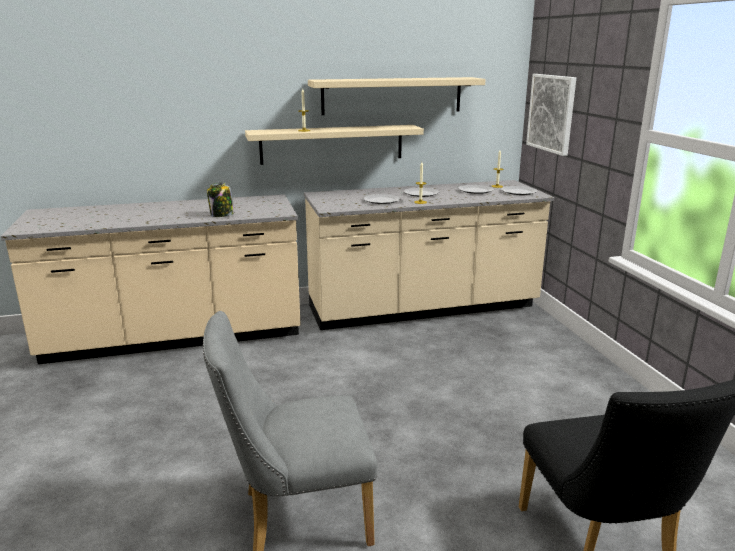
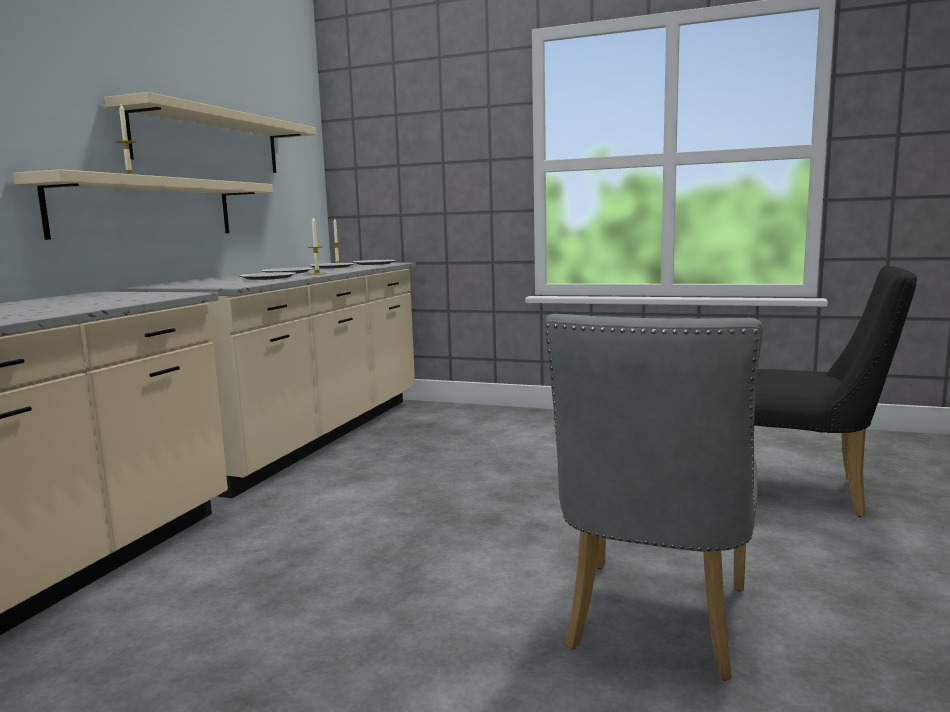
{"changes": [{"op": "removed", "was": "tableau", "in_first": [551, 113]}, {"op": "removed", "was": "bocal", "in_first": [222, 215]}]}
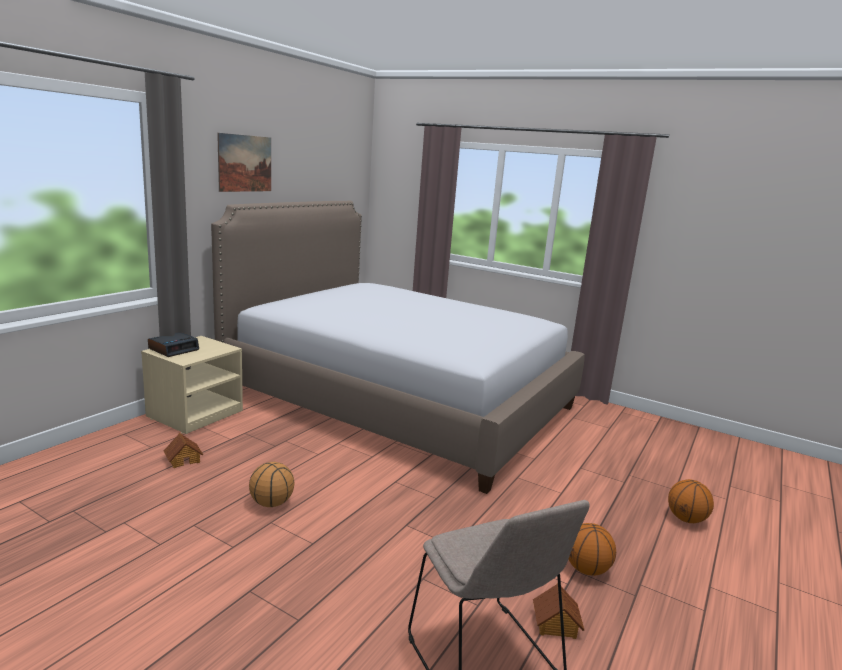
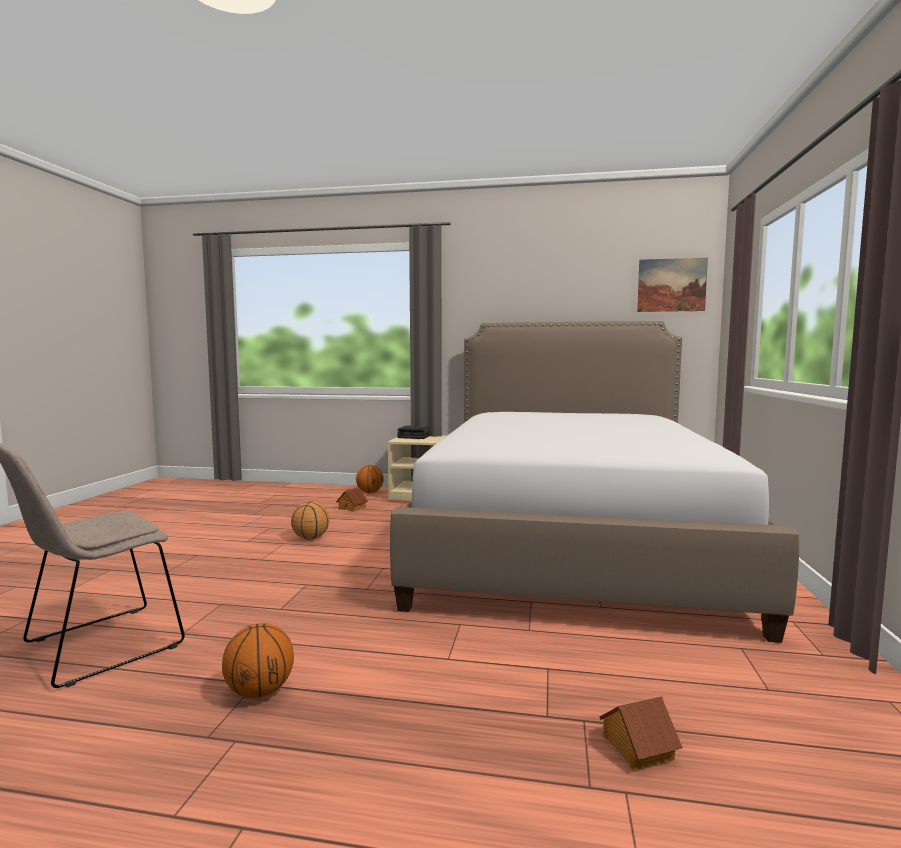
{"changes": [{"op": "moved", "was": "tableau", "in_first": [245, 163], "in_second": [671, 285]}, {"op": "moved", "was": "ballon de basket", "in_first": [686, 519], "in_second": [370, 492]}, {"op": "moved", "was": "maison miniature", "in_first": [555, 624], "in_second": [637, 747]}]}
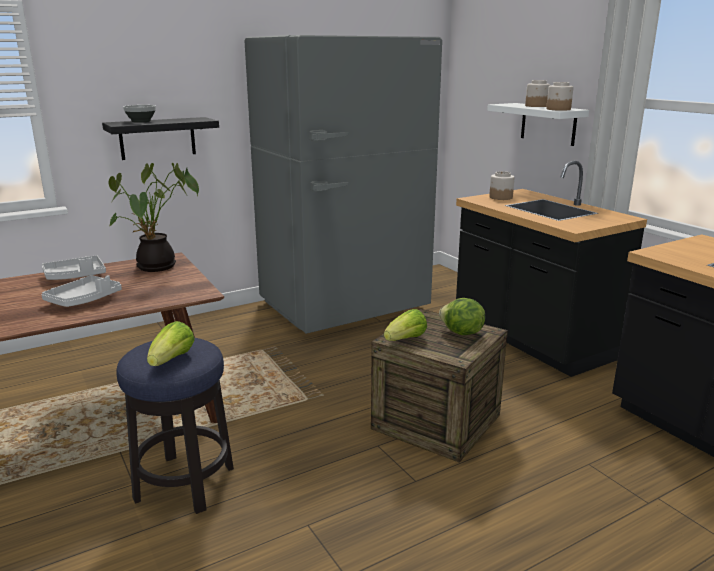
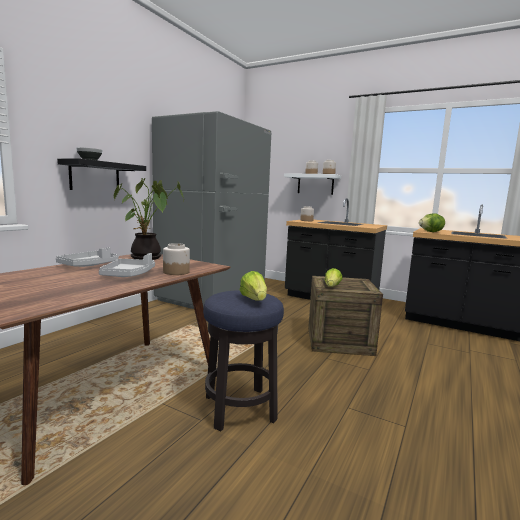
{"changes": [{"op": "moved", "was": "laitue", "in_first": [461, 333], "in_second": [431, 232]}, {"op": "added", "now": "bocal", "in_second": [176, 272]}]}
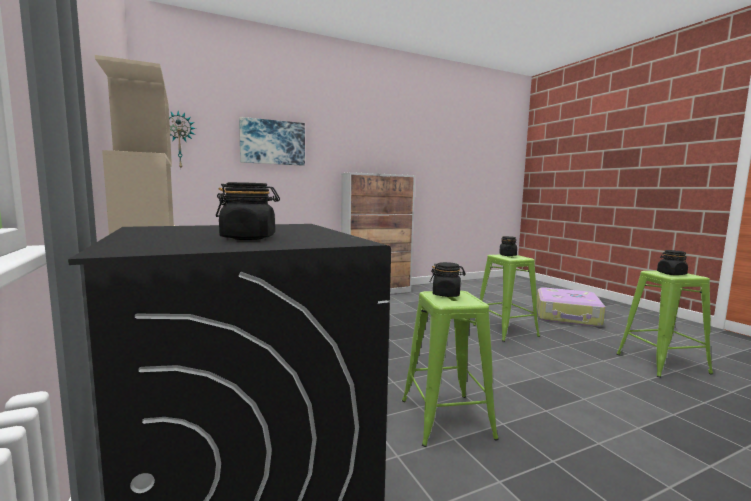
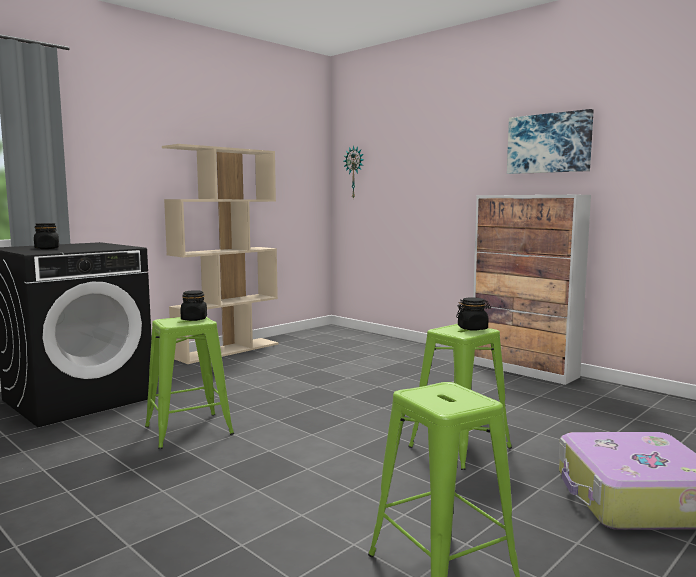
{"changes": [{"op": "moved", "was": "tableau", "in_first": [272, 142], "in_second": [549, 143]}, {"op": "removed", "was": "bocal/noir", "in_first": [671, 274]}]}
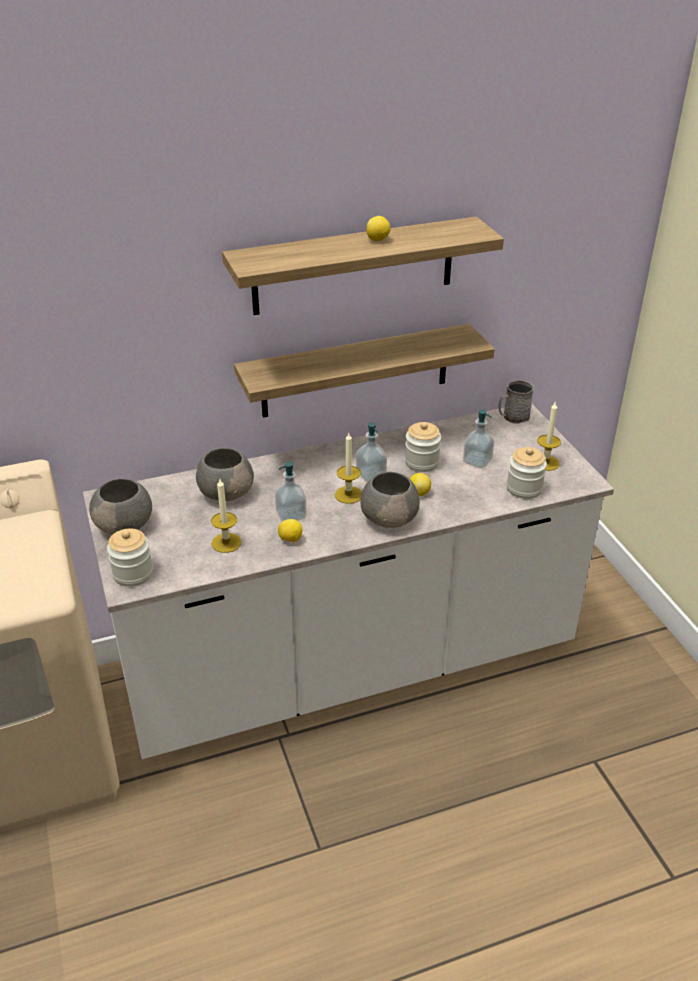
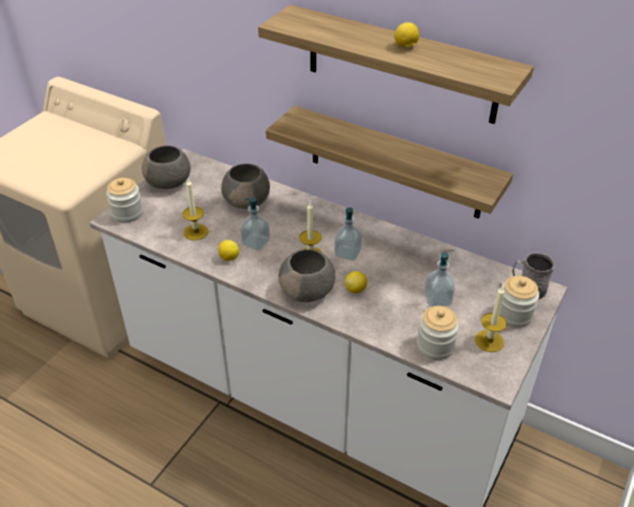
{"changes": [{"op": "moved", "was": "bocal", "in_first": [422, 462], "in_second": [514, 315]}]}
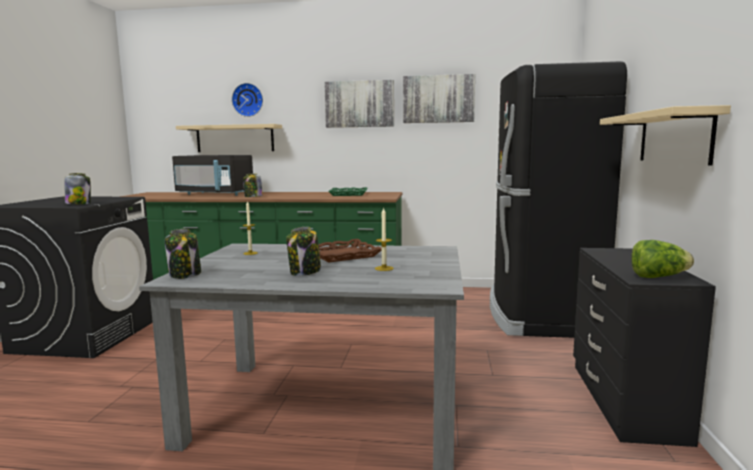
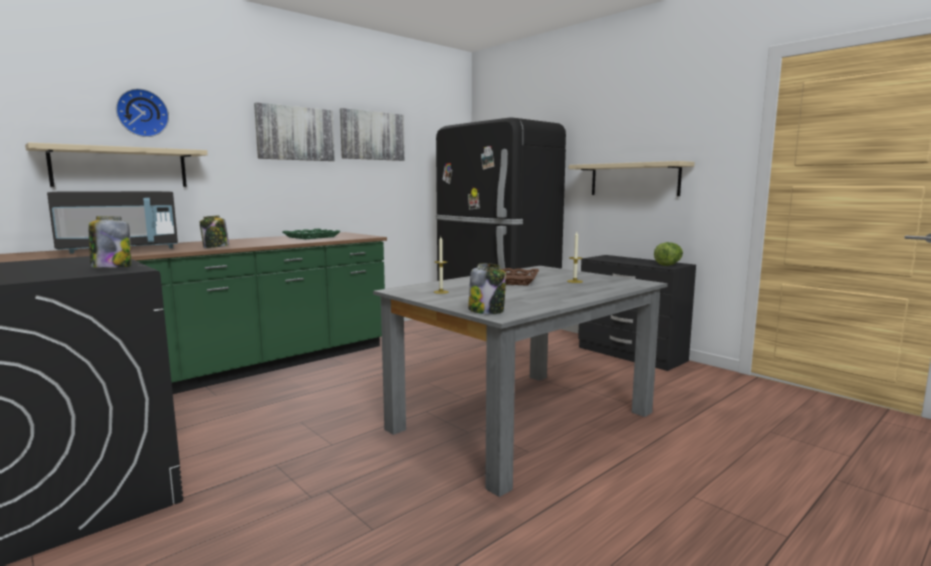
{"changes": [{"op": "removed", "was": "bocal", "in_first": [305, 272]}]}
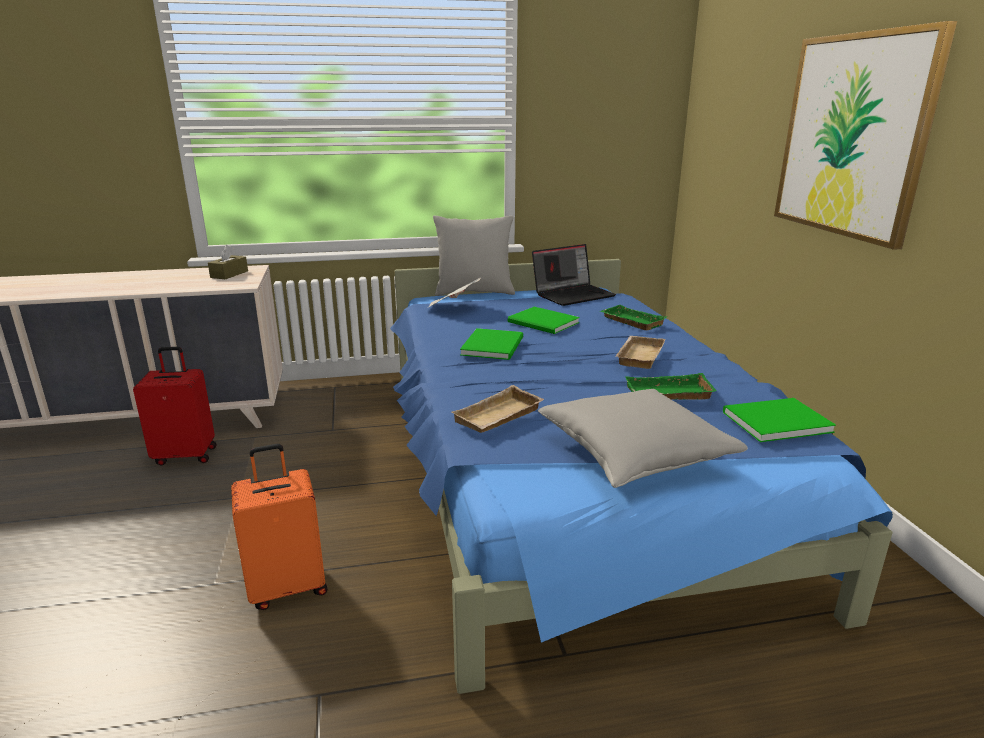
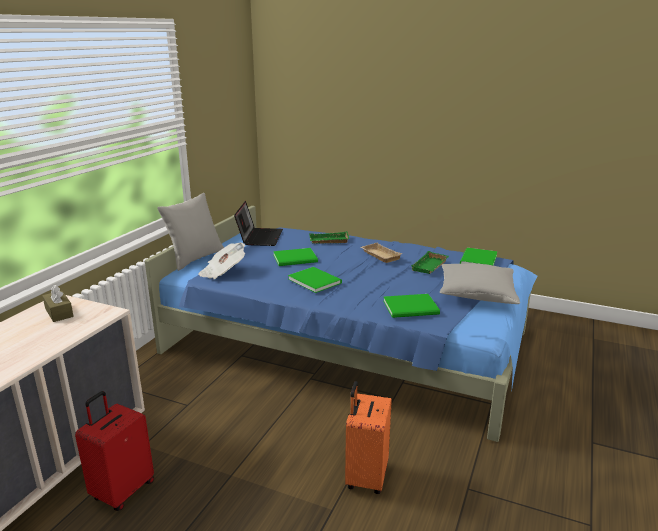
{"changes": [{"op": "removed", "was": "tableau", "in_first": [852, 136]}, {"op": "replaced", "was": "plateau/beige", "now": "livre/vert", "in_first": [499, 417], "in_second": [412, 308]}]}
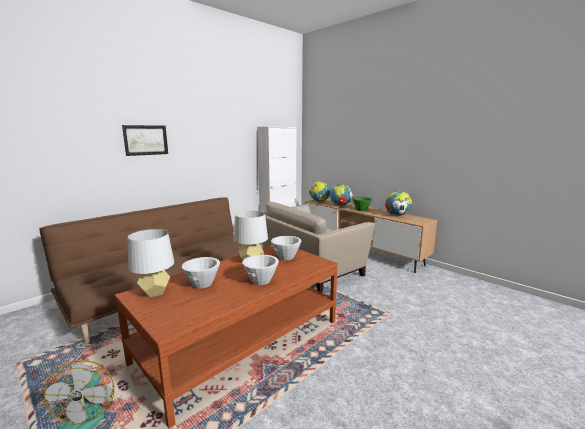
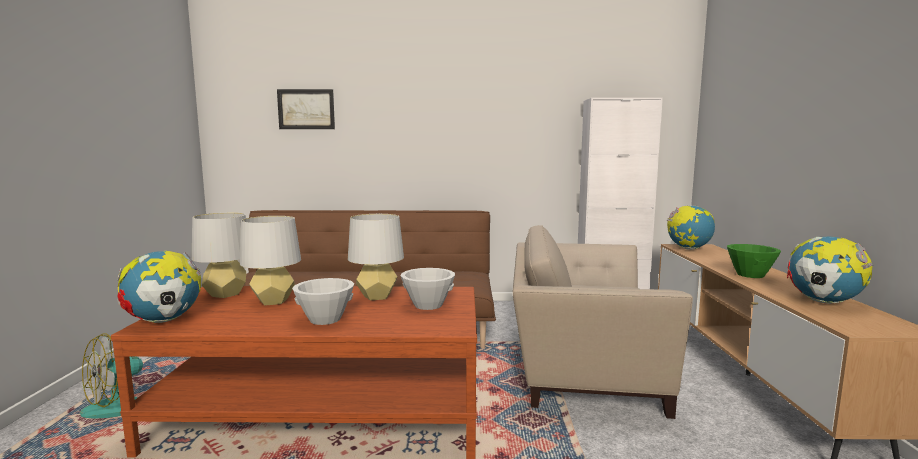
{"changes": [{"op": "moved", "was": "tableau", "in_first": [146, 140], "in_second": [306, 109]}, {"op": "moved", "was": "globe", "in_first": [340, 206], "in_second": [164, 320]}, {"op": "replaced", "was": "bol/blanc", "now": "lampe de table/gris", "in_first": [203, 284], "in_second": [273, 301]}]}
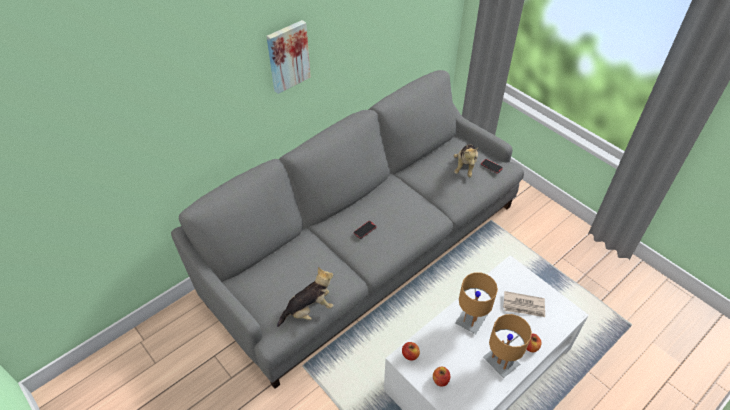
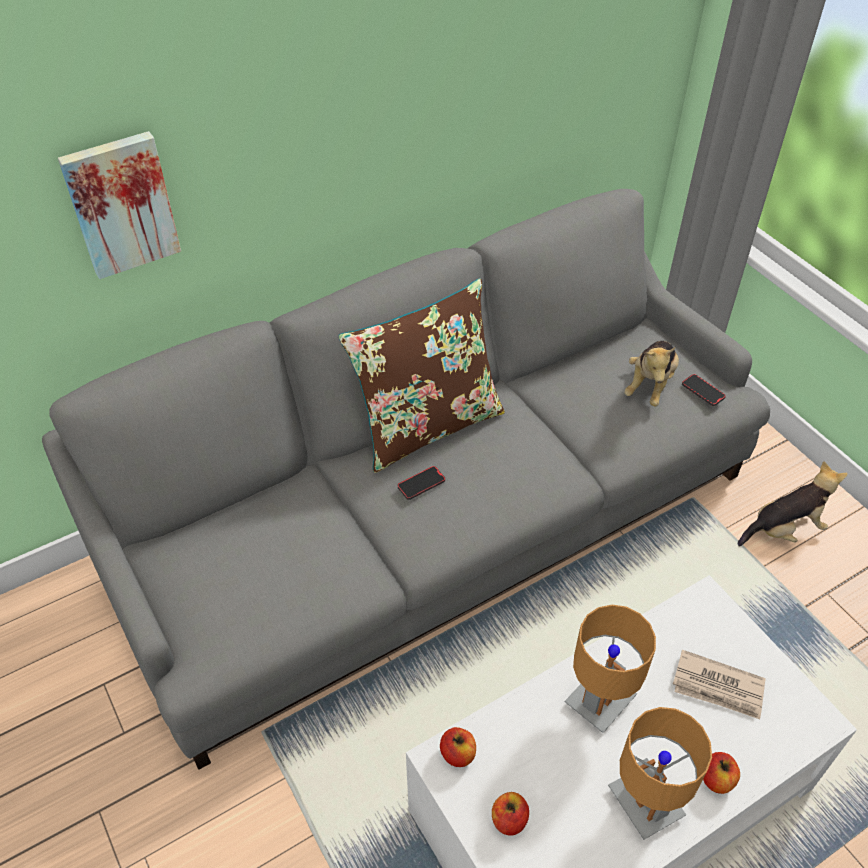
{"changes": [{"op": "moved", "was": "tableau", "in_first": [287, 56], "in_second": [121, 204]}, {"op": "moved", "was": "peluche", "in_first": [309, 310], "in_second": [784, 529]}, {"op": "added", "now": "coussin/marron", "in_second": [427, 425]}]}
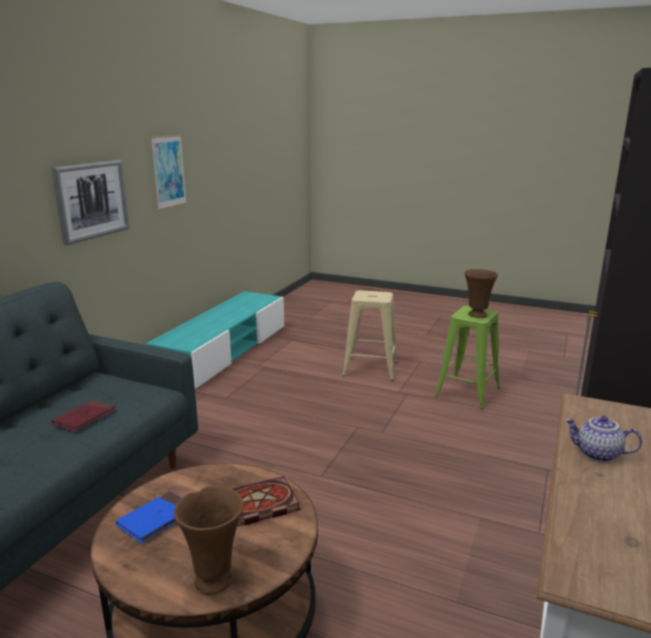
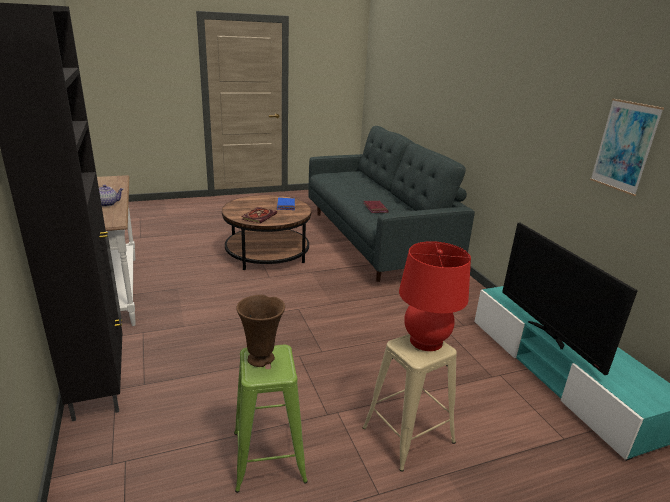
{"changes": [{"op": "removed", "was": "tableau", "in_first": [92, 200]}, {"op": "removed", "was": "vase/marron", "in_first": [215, 579]}, {"op": "added", "now": "téléviseur", "in_second": [548, 334]}, {"op": "added", "now": "lampe de table/rouge", "in_second": [426, 341]}]}
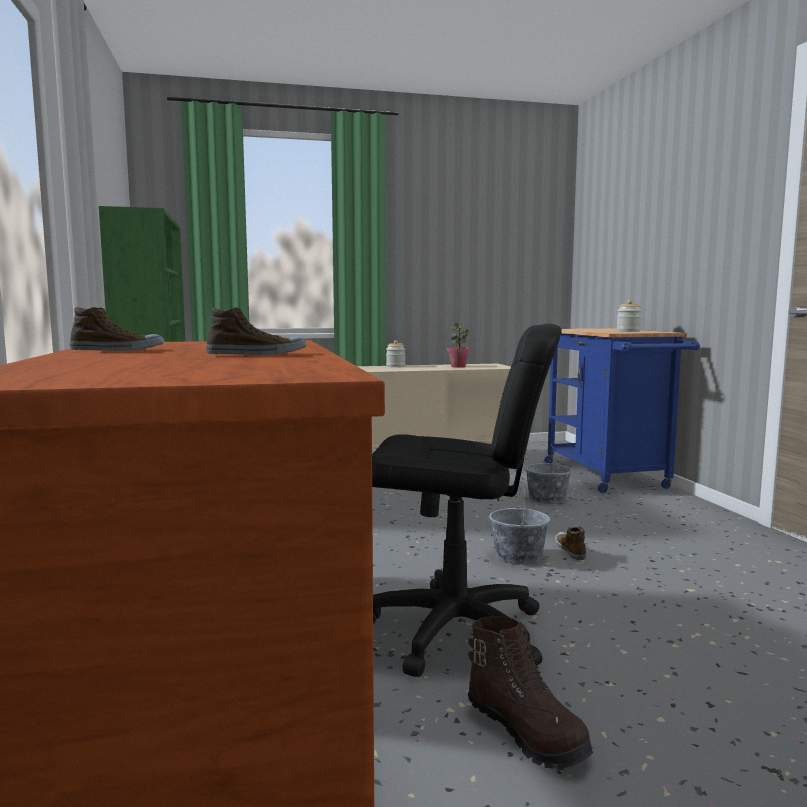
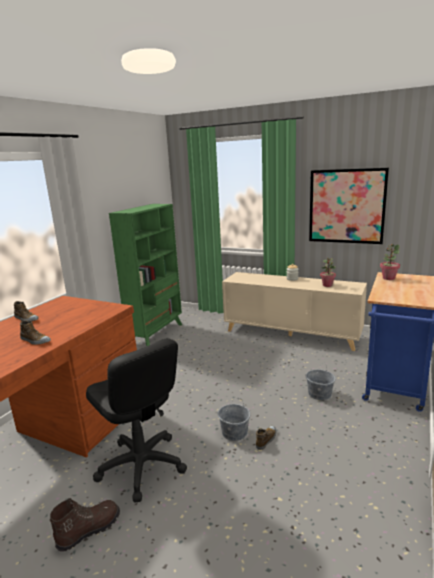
{"changes": [{"op": "removed", "was": "bocal", "in_first": [628, 331]}, {"op": "turned", "was": "botte/marron", "in_first": [527, 731], "in_second": [89, 530], "clockwise": -135}, {"op": "added", "now": "tableau", "in_second": [346, 206]}, {"op": "added", "now": "plante en pot", "in_second": [388, 278]}]}
